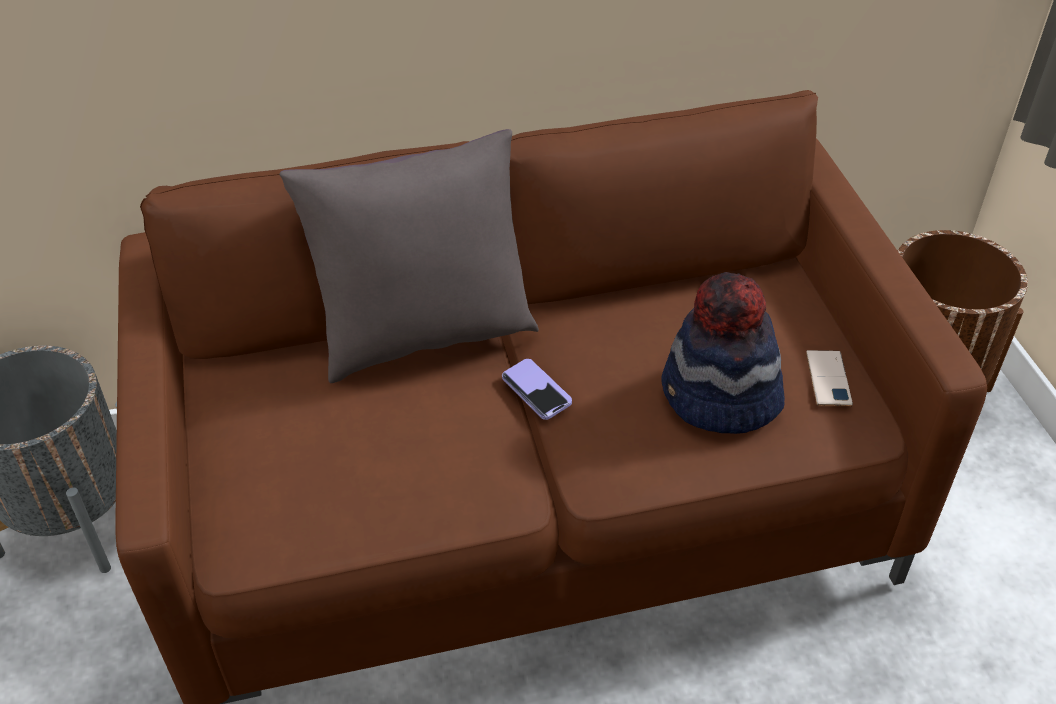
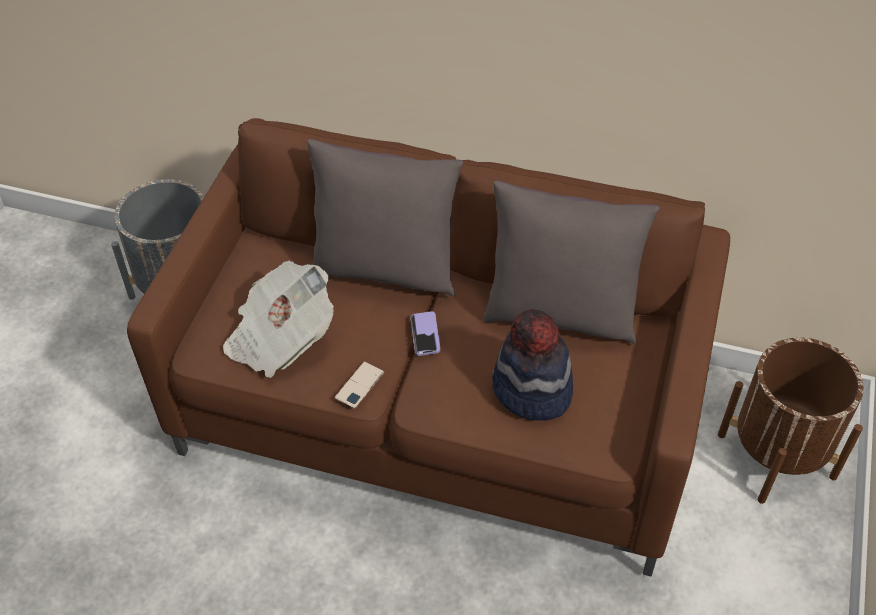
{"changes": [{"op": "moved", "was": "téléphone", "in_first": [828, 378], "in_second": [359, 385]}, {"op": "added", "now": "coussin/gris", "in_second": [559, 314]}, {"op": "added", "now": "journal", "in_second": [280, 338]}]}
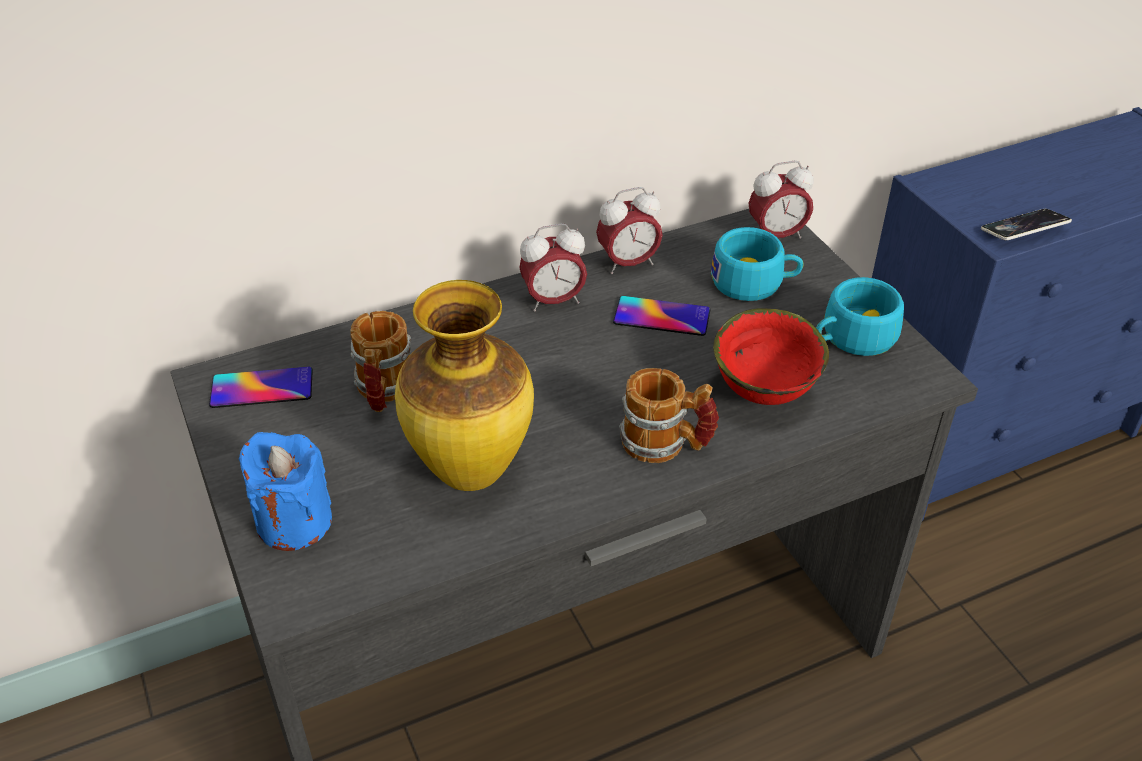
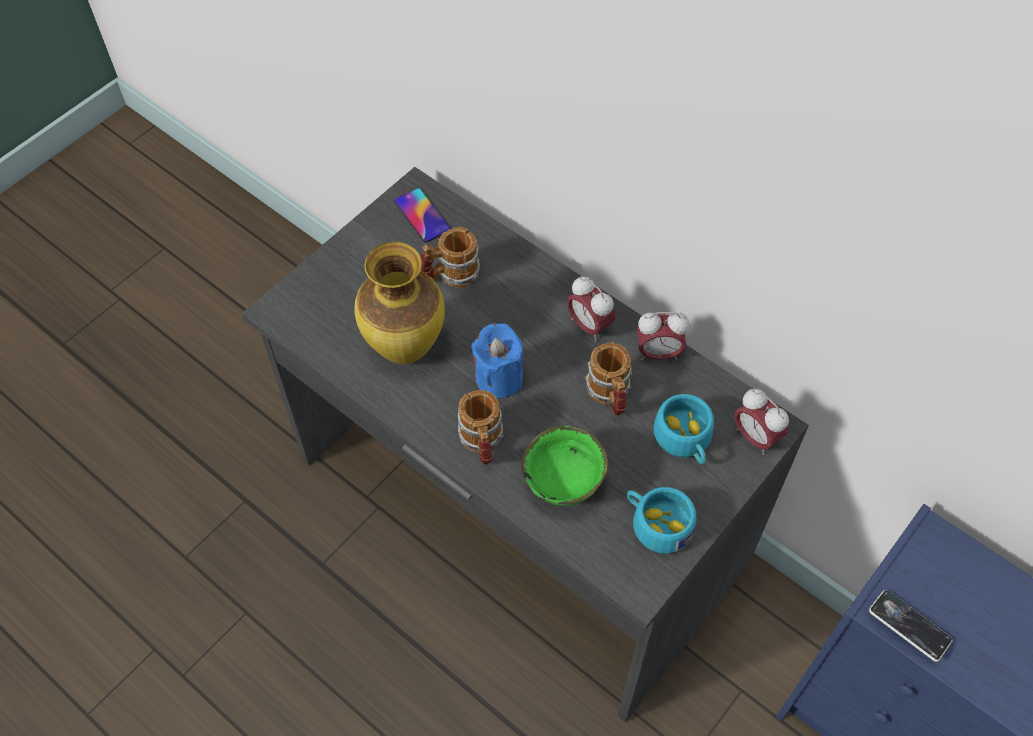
{"changes": [{"op": "turned", "was": "réveil", "in_first": [628, 264], "in_second": [658, 353], "clockwise": -45}, {"op": "replaced", "was": "téléphone", "now": "mug", "in_first": [661, 317], "in_second": [610, 395]}, {"op": "recoloured", "was": "bol/rouge", "now": "bol/vert", "in_first": [766, 392], "in_second": [565, 485]}, {"op": "moved", "was": "bougie/bleu", "in_first": [294, 522], "in_second": [498, 378]}]}
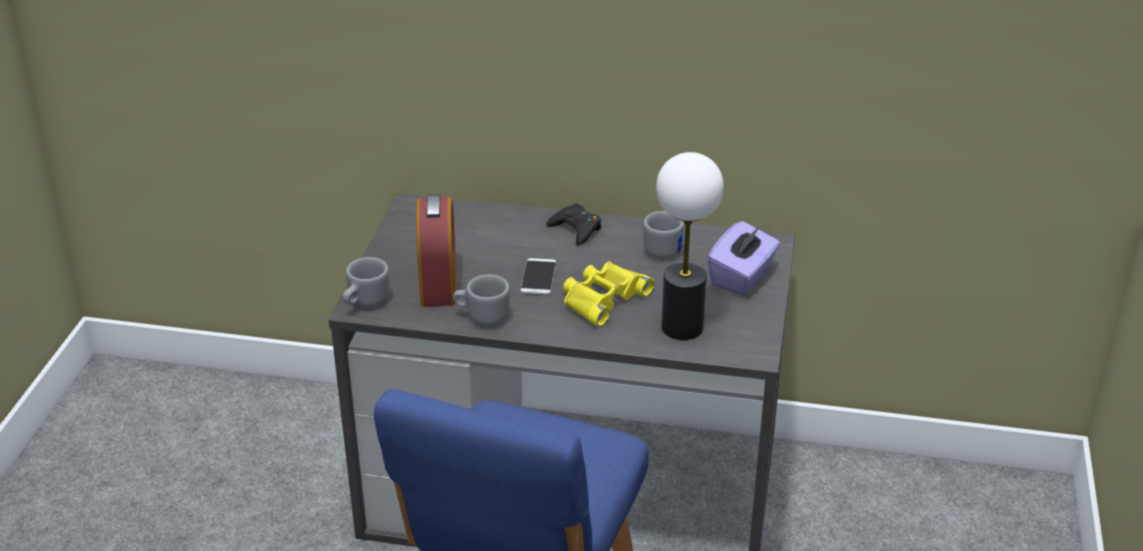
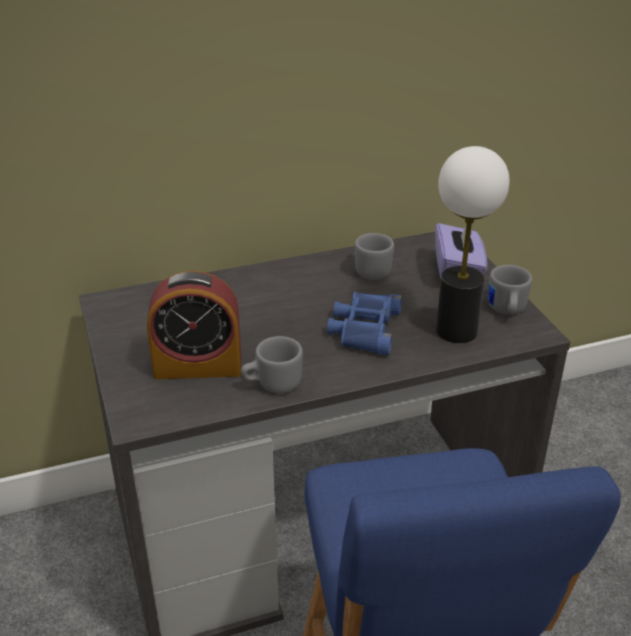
{"changes": [{"op": "turned", "was": "réveil", "in_first": [438, 282], "in_second": [198, 366], "clockwise": 120}, {"op": "removed", "was": "manette/noir", "in_first": [576, 229]}, {"op": "moved", "was": "mug/gris", "in_first": [364, 303], "in_second": [506, 311]}, {"op": "removed", "was": "téléphone", "in_first": [538, 277]}, {"op": "recoloured", "was": "jumelles/jaune", "now": "jumelles/bleu", "in_first": [602, 298], "in_second": [364, 329]}]}
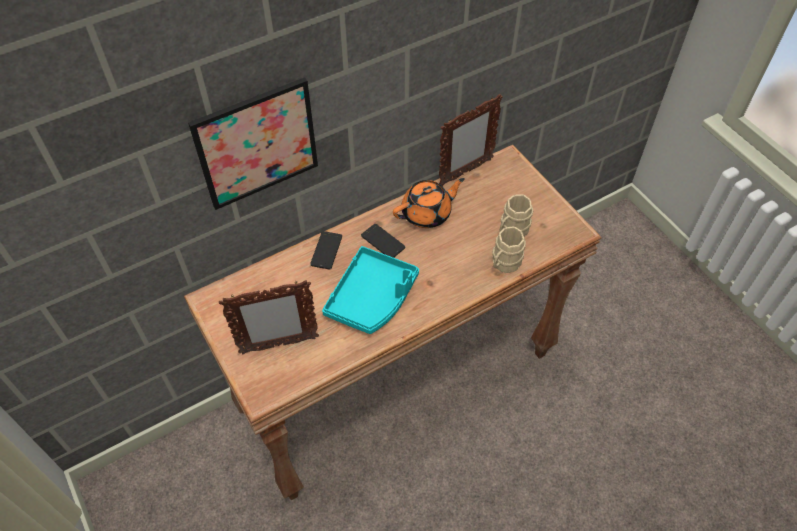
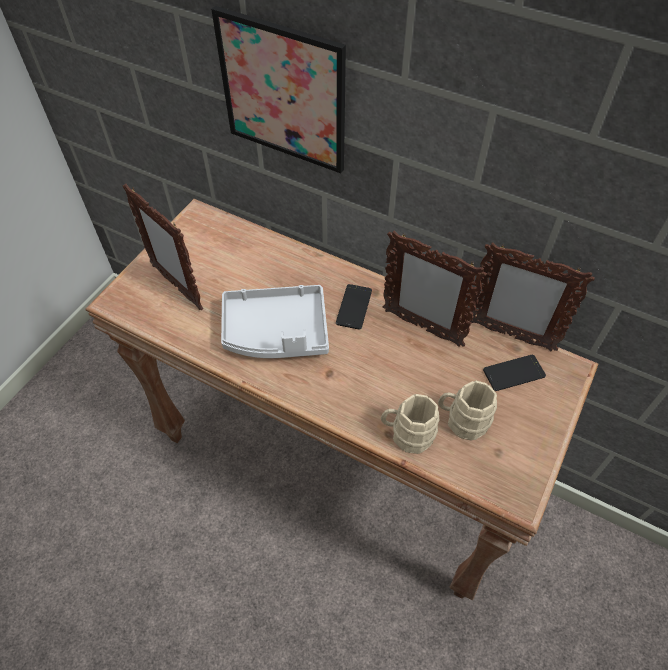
{"changes": [{"op": "replaced", "was": "théière/orange", "now": "cadre photo", "in_first": [427, 213], "in_second": [421, 327]}, {"op": "moved", "was": "téléphone", "in_first": [326, 250], "in_second": [514, 373]}, {"op": "recoloured", "was": "plateau/turquoise", "now": "plateau/gris", "in_first": [372, 298], "in_second": [276, 332]}]}
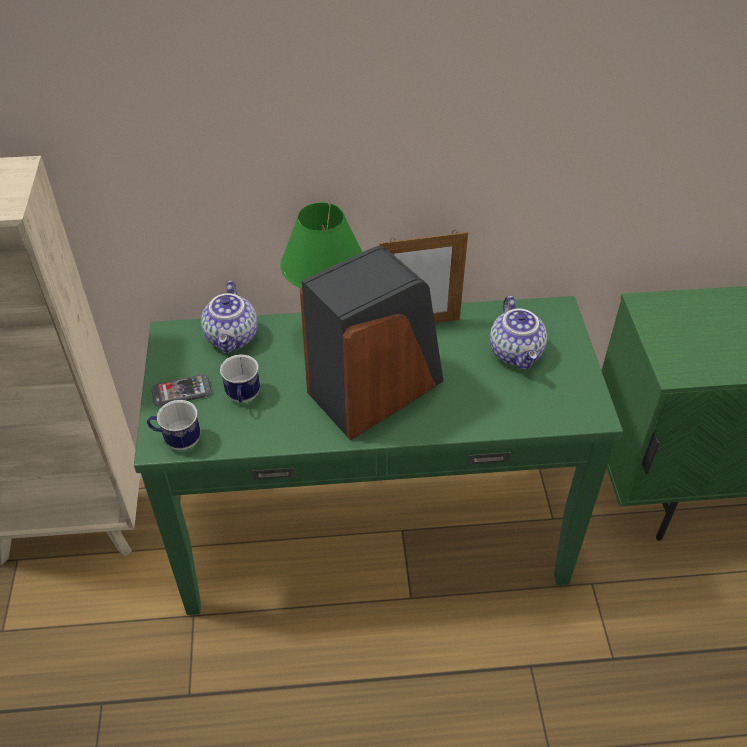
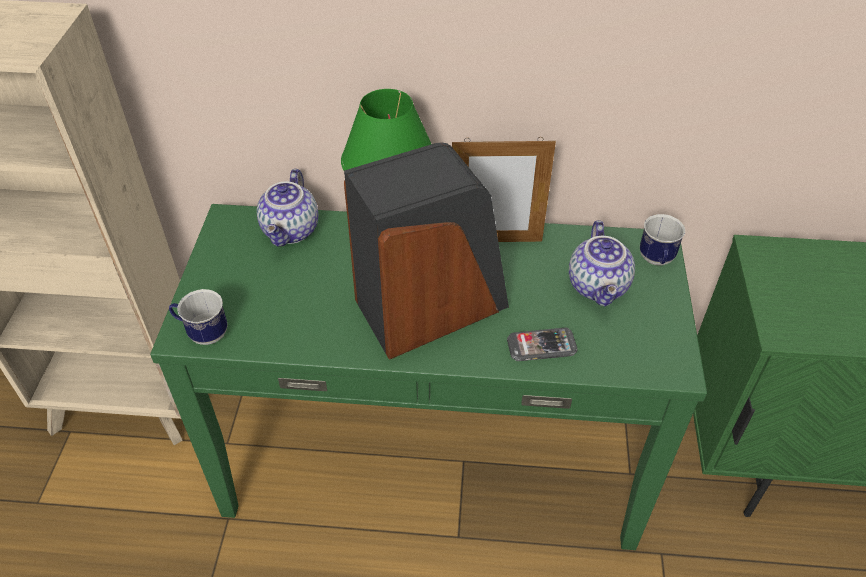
{"changes": [{"op": "moved", "was": "mug", "in_first": [243, 398], "in_second": [656, 261]}, {"op": "moved", "was": "téléphone", "in_first": [181, 392], "in_second": [541, 346]}]}
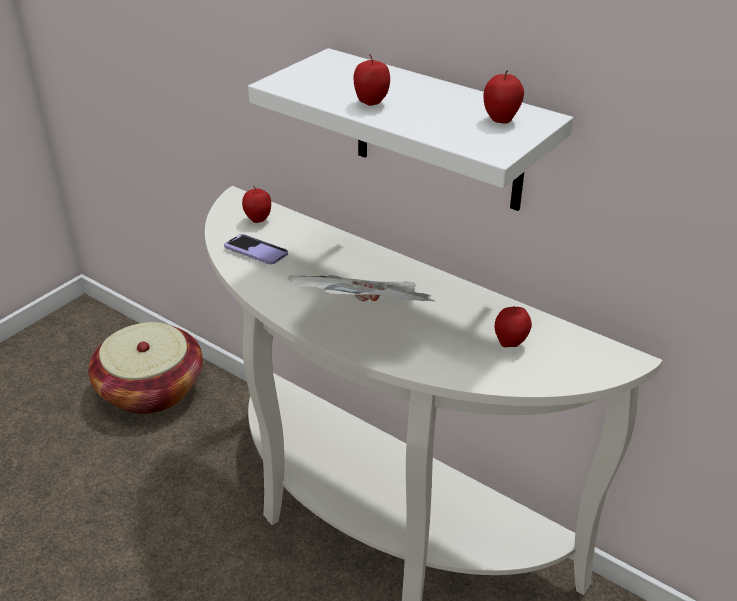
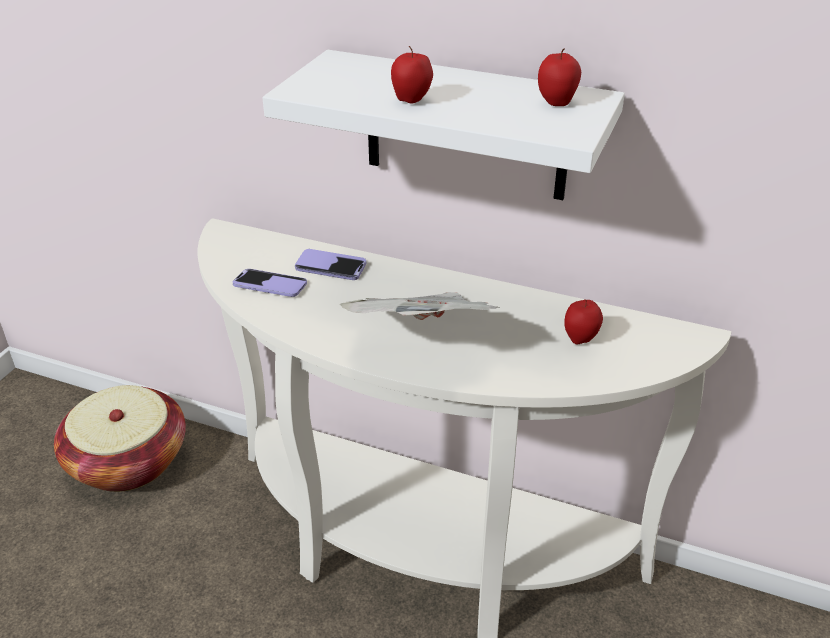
{"changes": [{"op": "removed", "was": "pomme", "in_first": [258, 220]}, {"op": "added", "now": "téléphone", "in_second": [330, 266]}]}
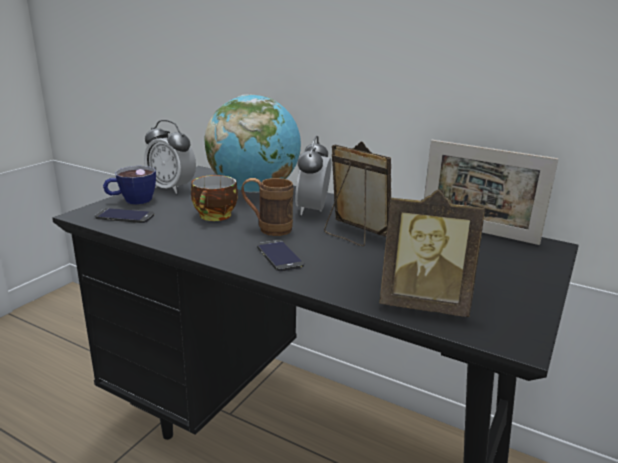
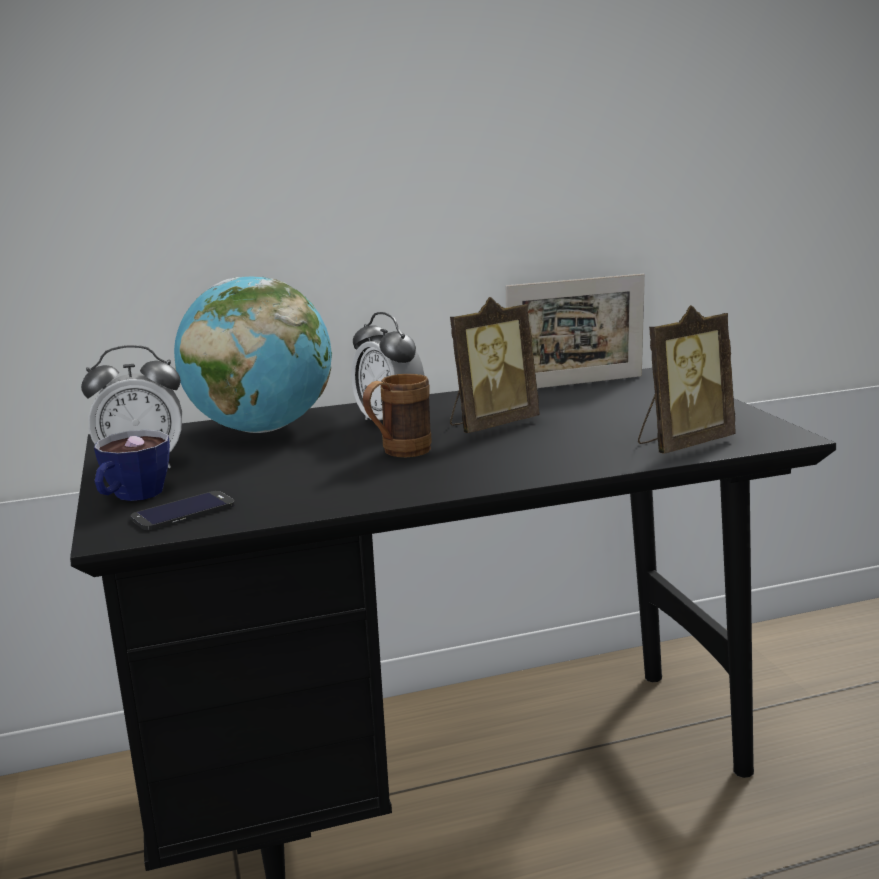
{"changes": [{"op": "turned", "was": "cadre photo", "in_first": [353, 235], "in_second": [490, 424], "clockwise": 150}, {"op": "removed", "was": "tasse", "in_first": [215, 216]}, {"op": "removed", "was": "téléphone", "in_first": [279, 256]}]}
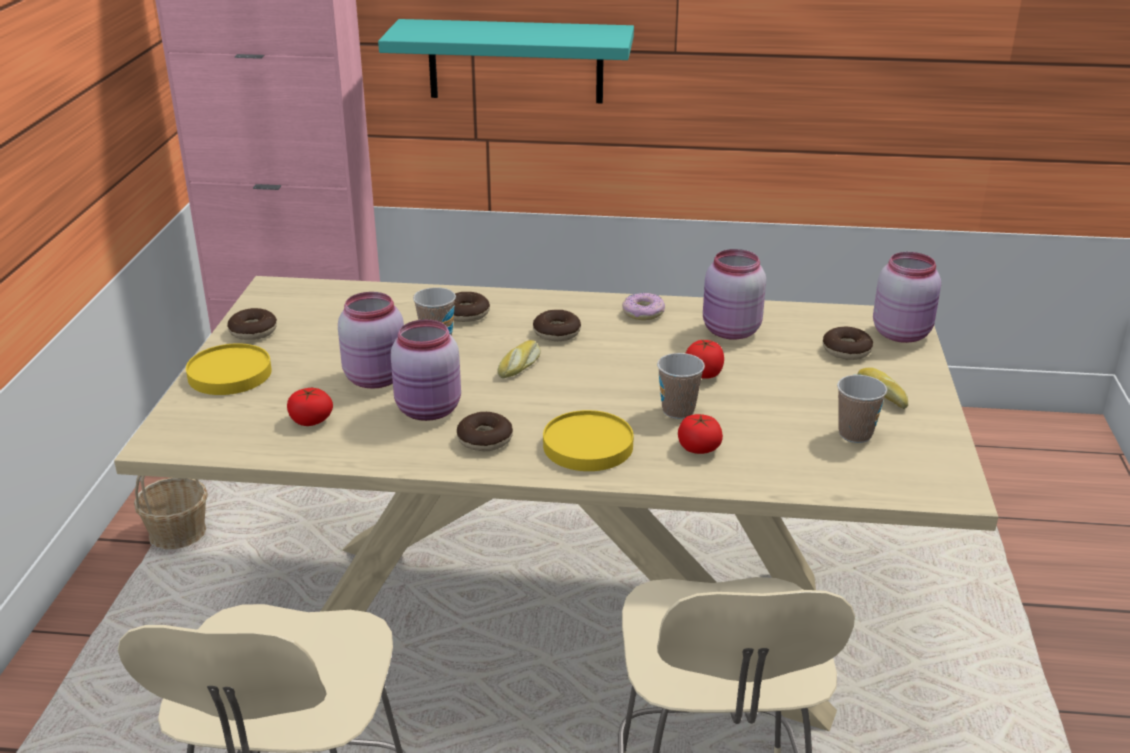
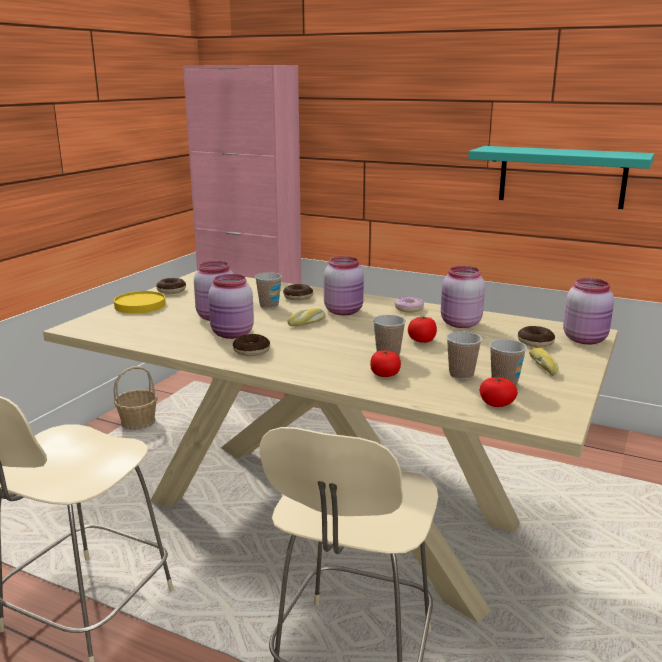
{"changes": [{"op": "moved", "was": "étagère/turquoise", "in_first": [515, 61], "in_second": [562, 177]}, {"op": "replaced", "was": "beignet", "now": "bocal/rose", "in_first": [557, 333], "in_second": [344, 311]}, {"op": "moved", "was": "tomate", "in_first": [311, 420], "in_second": [496, 403]}, {"op": "removed", "was": "assiette/jaune", "in_first": [588, 445]}, {"op": "added", "now": "tasse", "in_second": [461, 375]}]}
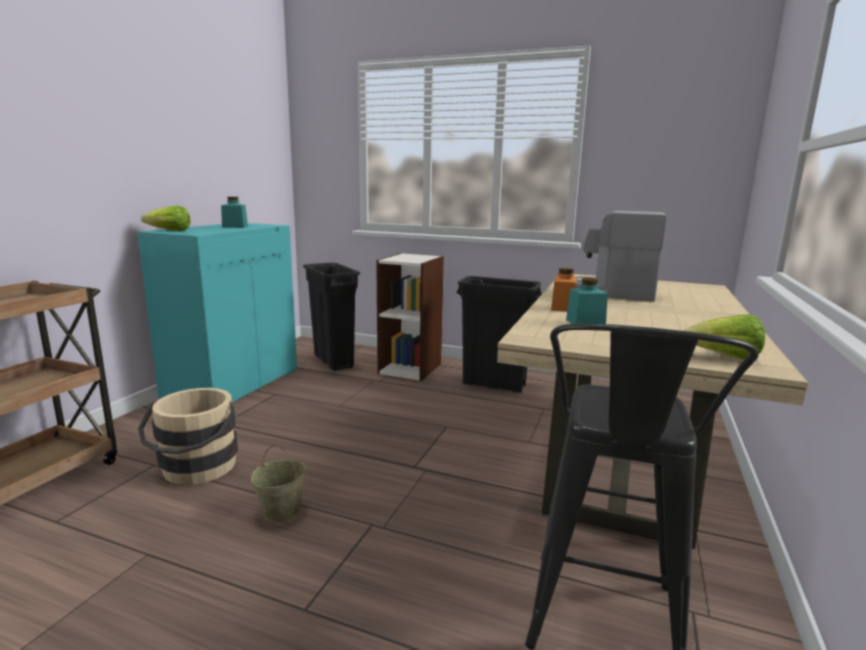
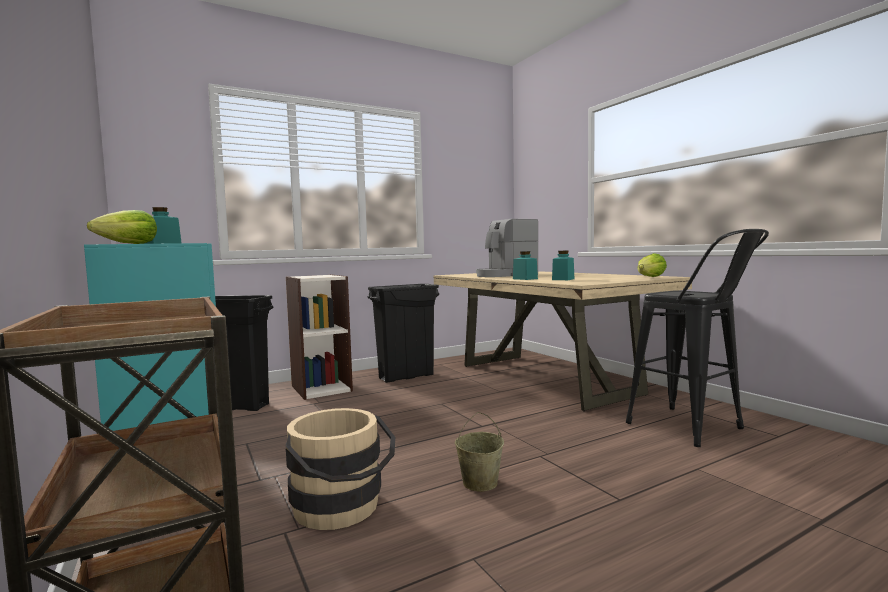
{"changes": [{"op": "recoloured", "was": "bocal/orange", "now": "bocal/turquoise", "in_first": [563, 308], "in_second": [525, 279]}]}
